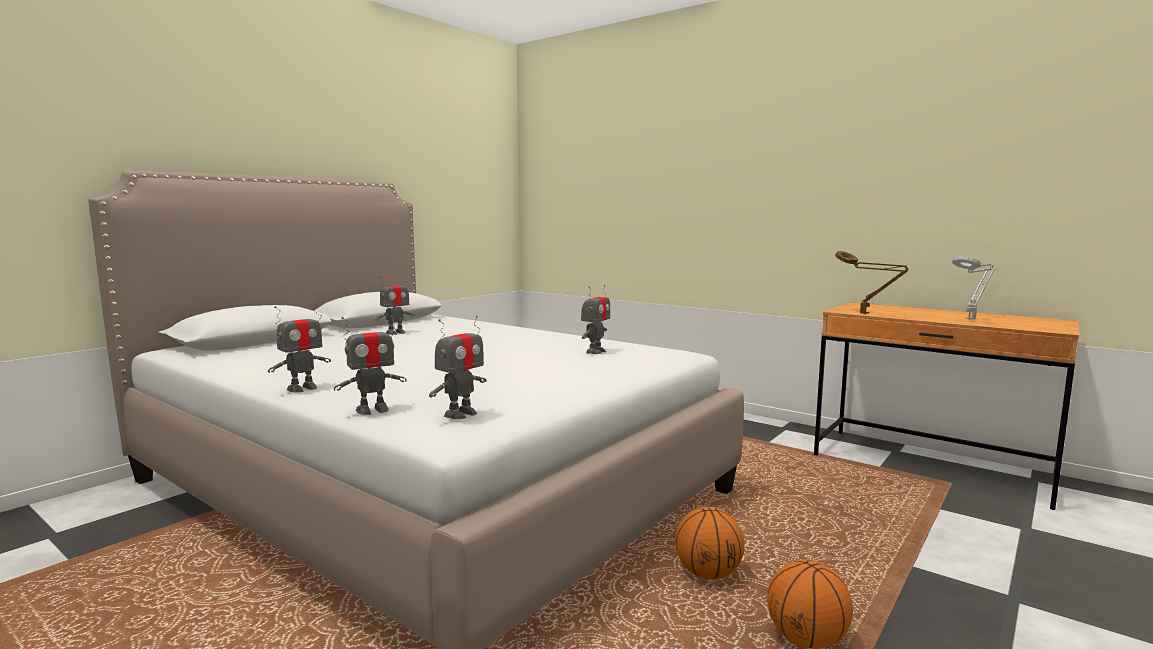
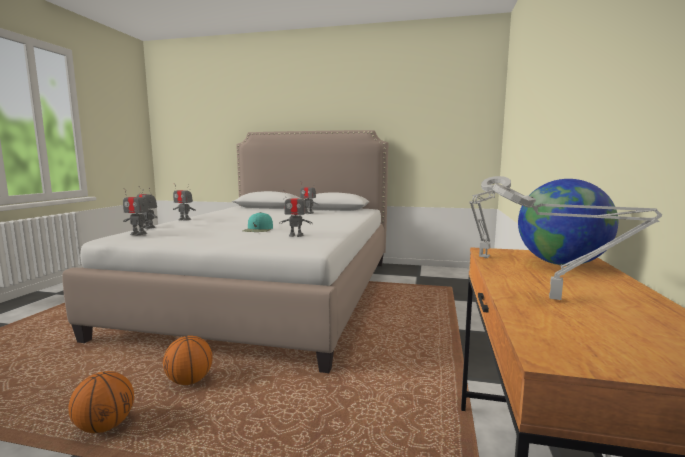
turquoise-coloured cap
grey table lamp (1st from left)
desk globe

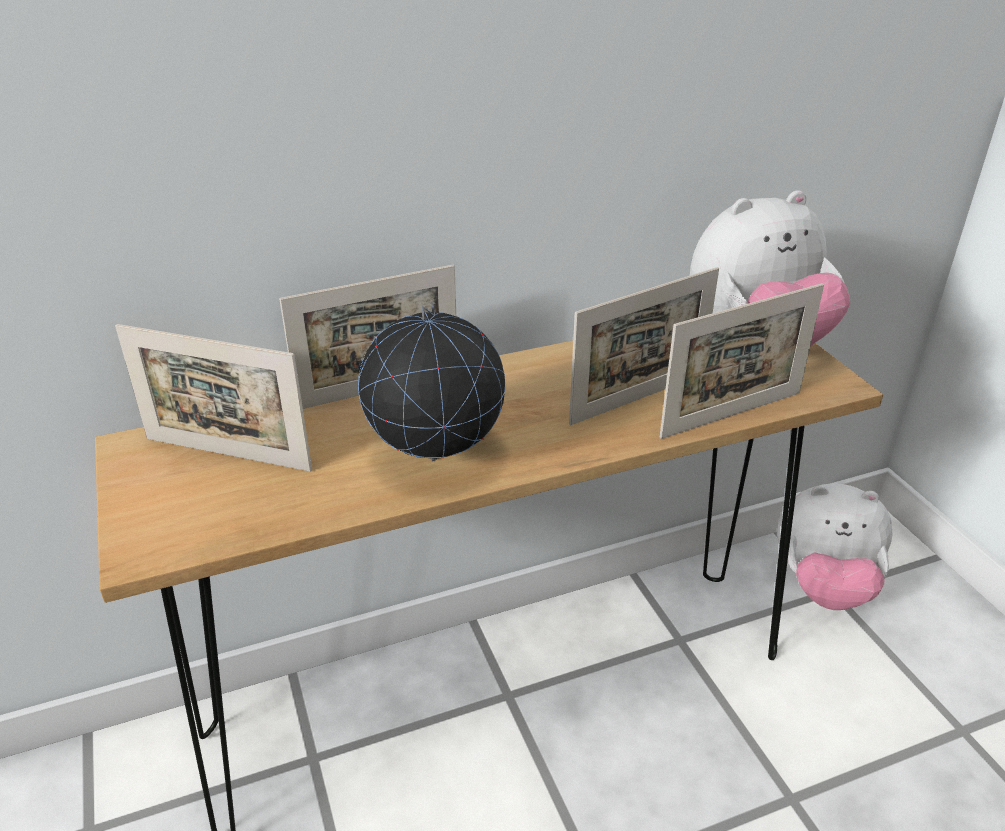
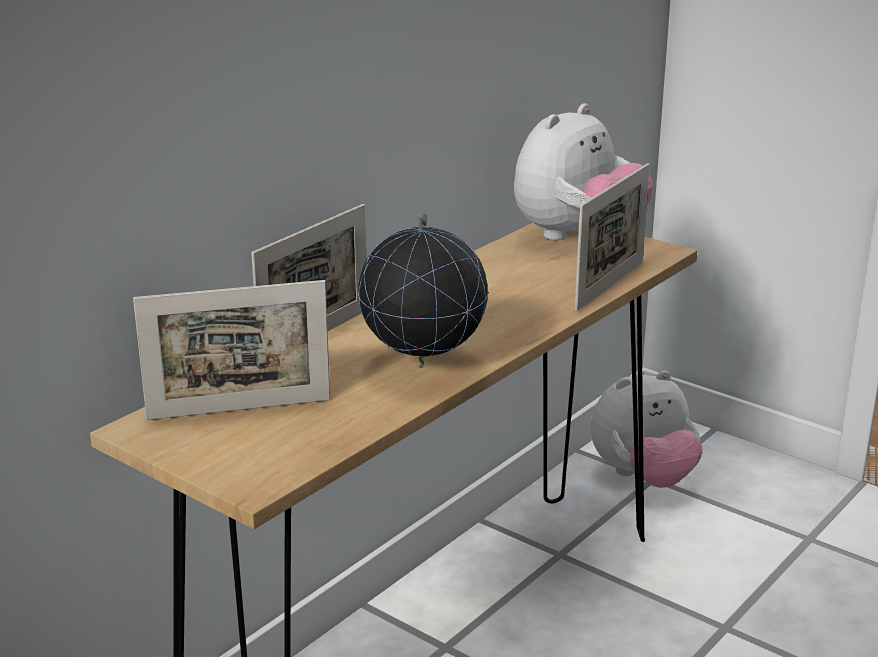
standing frame (3rd from left in the first image)

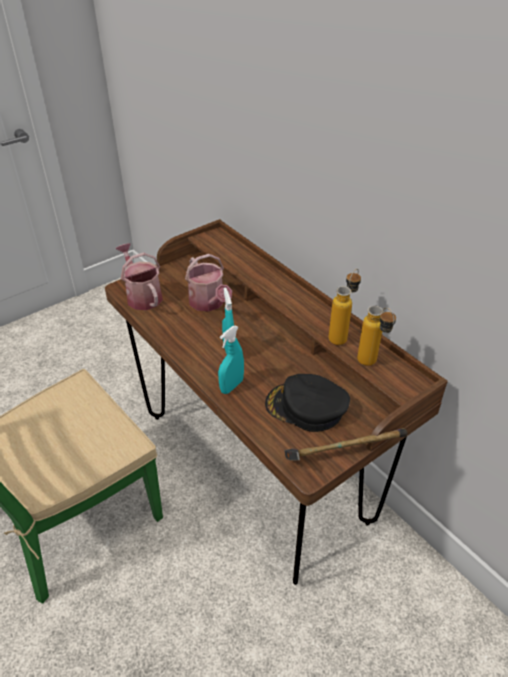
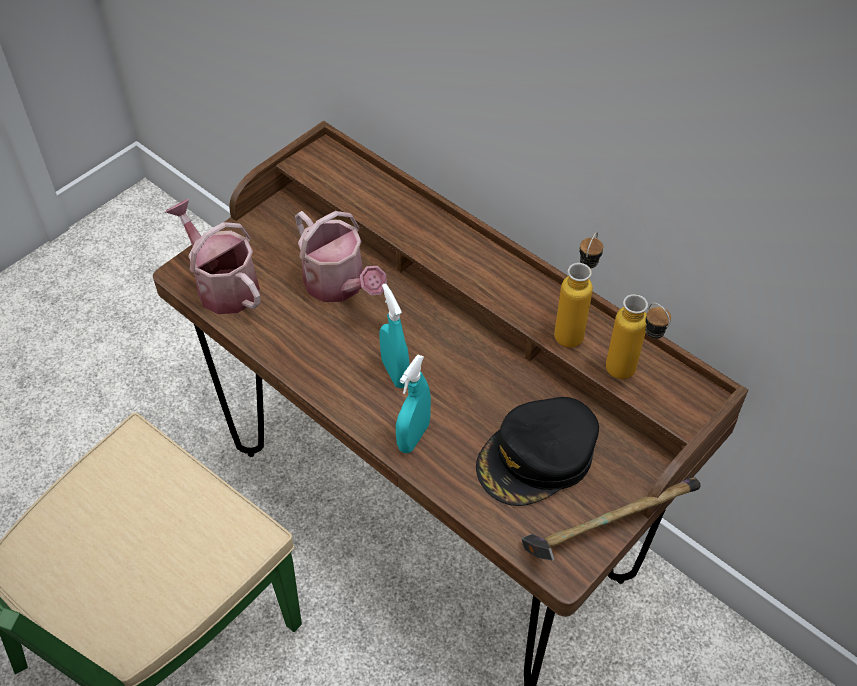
blackish cap

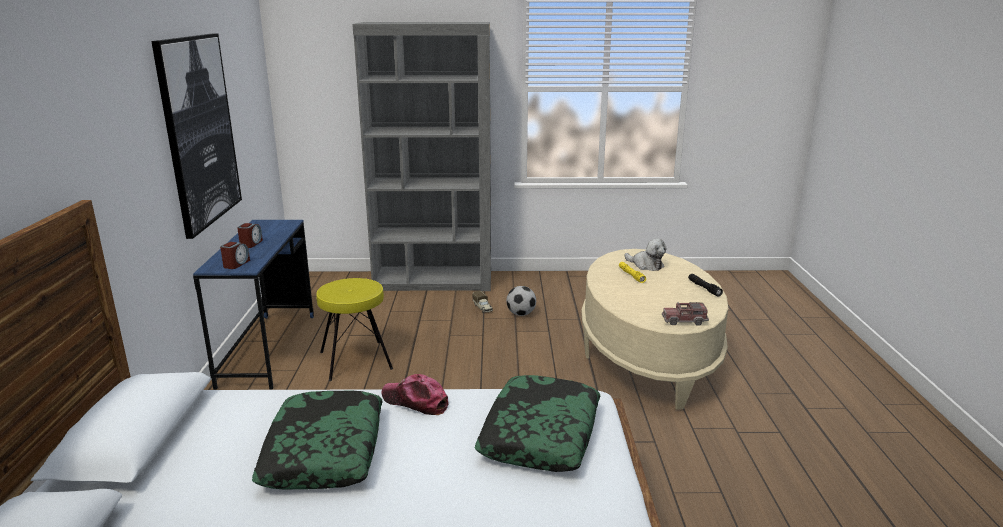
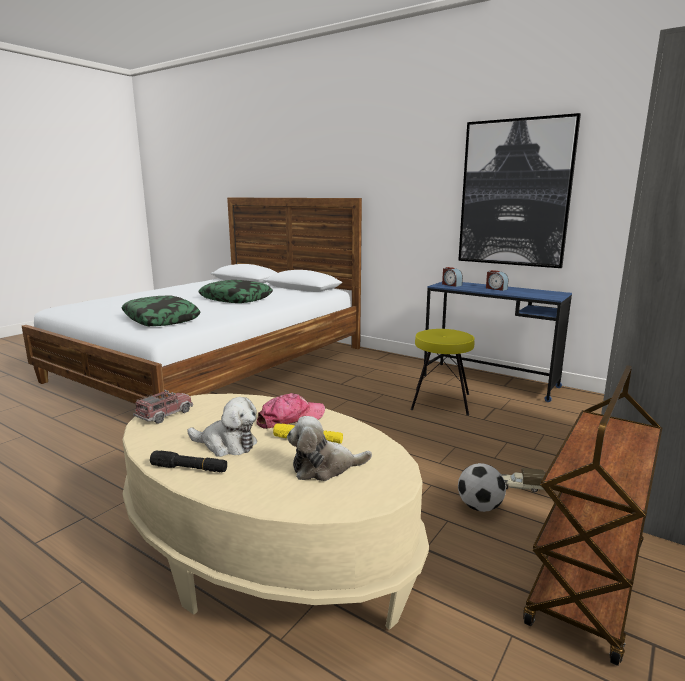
soft toy (1st from left)
cap
brownish wheeled cart

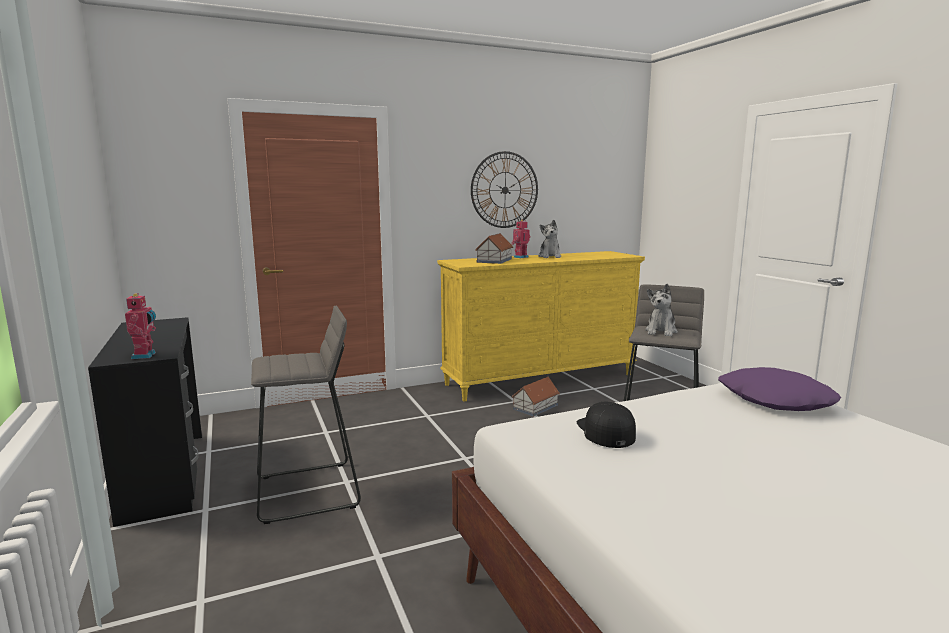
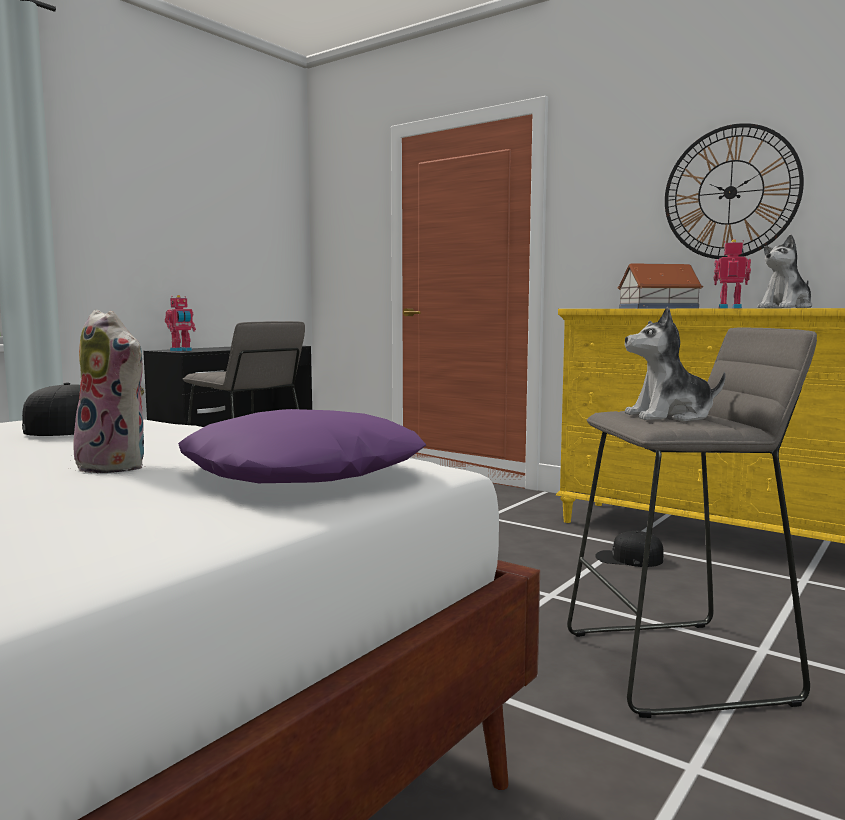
soft toy (1st from left)
blackish cap (2nd from left)

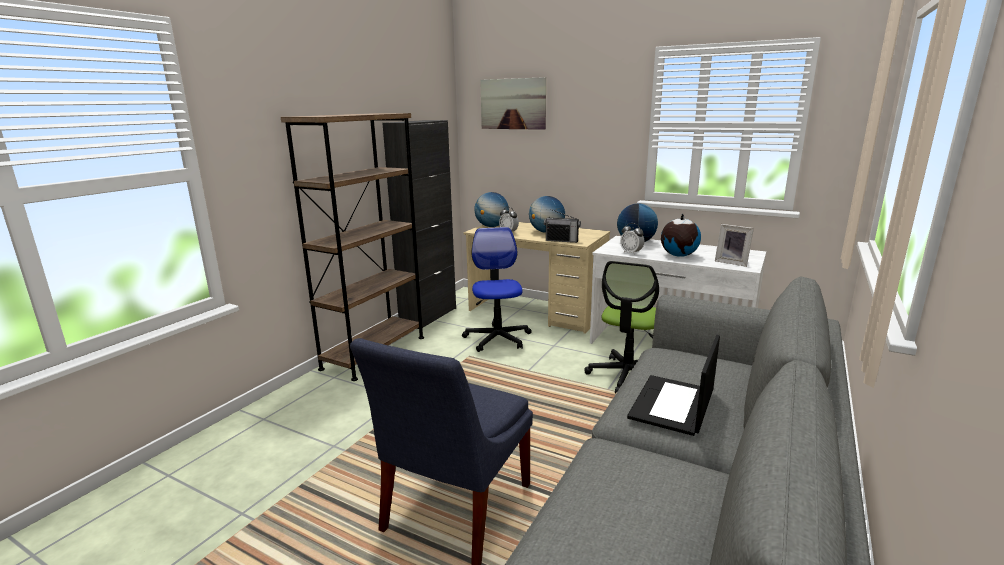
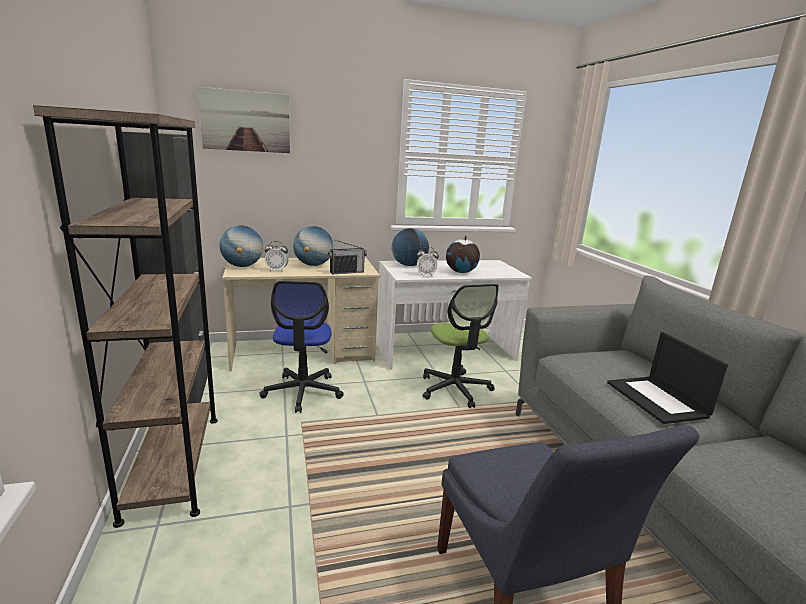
computer chair (1st from left)
standing frame

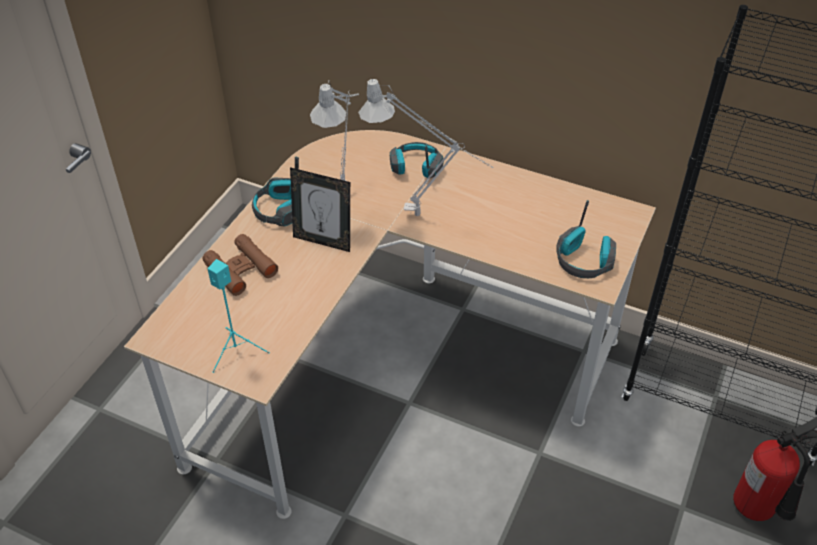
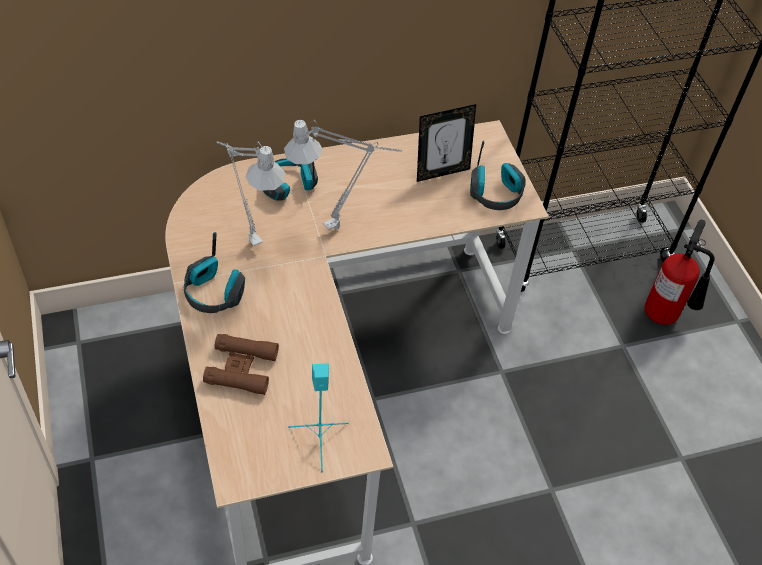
standing frame

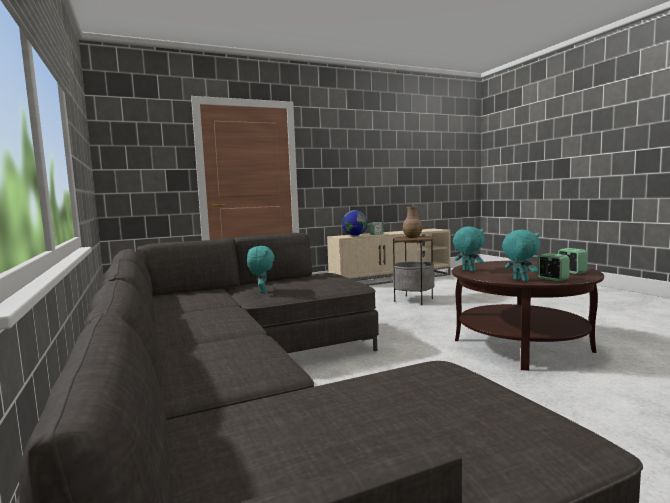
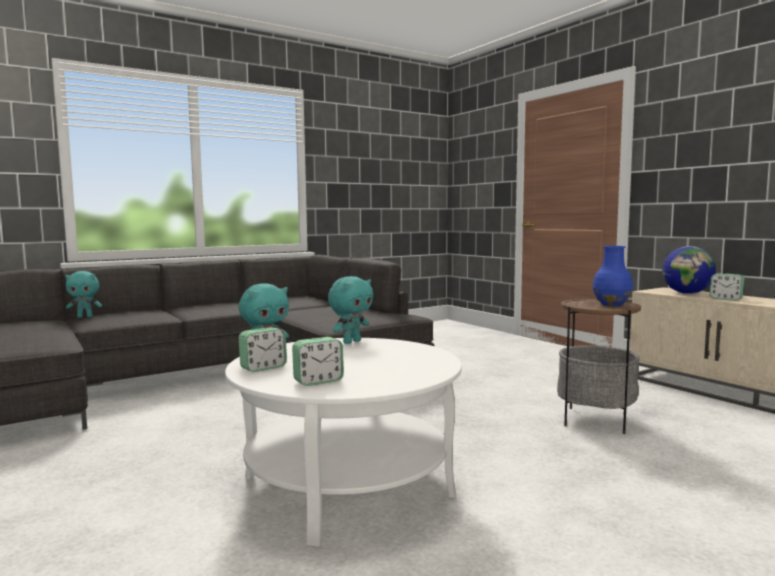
turquoise-coloured soft toy (1st from left)
white low table
blue-coloured vase

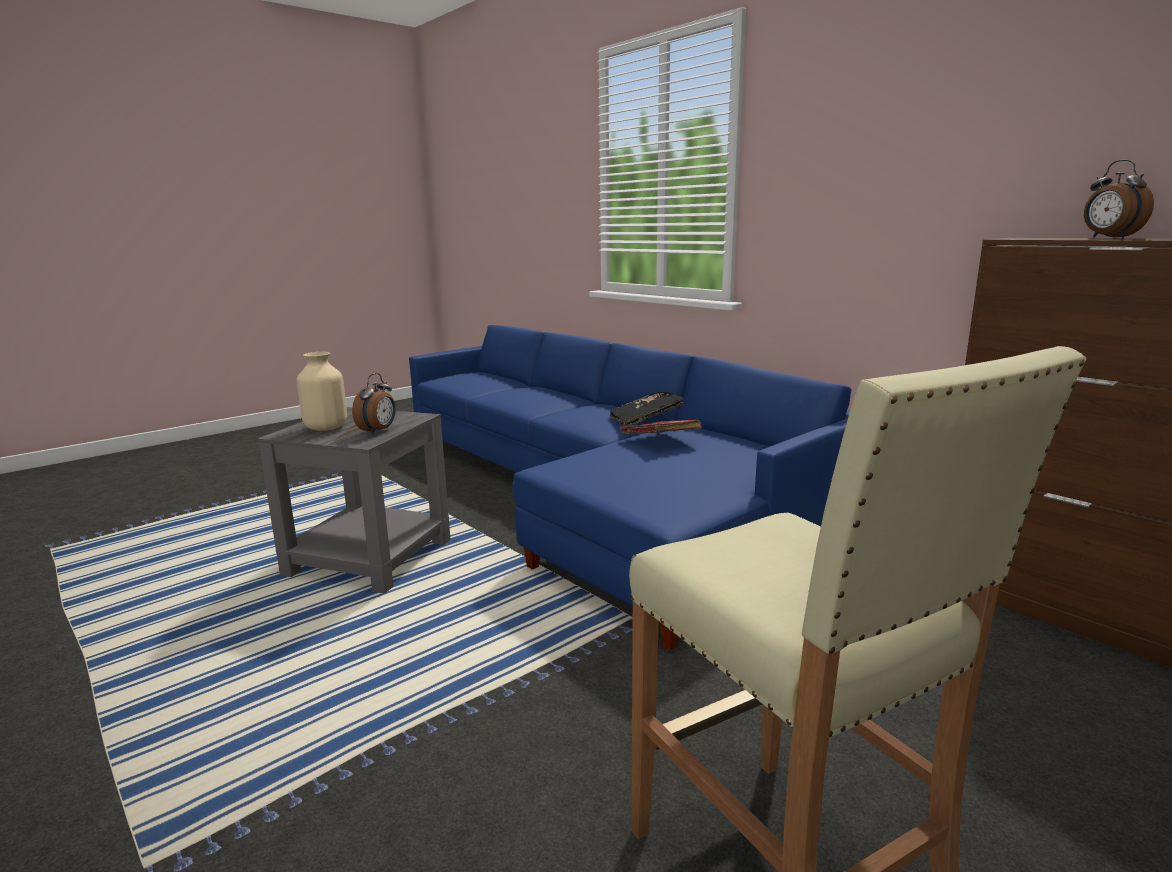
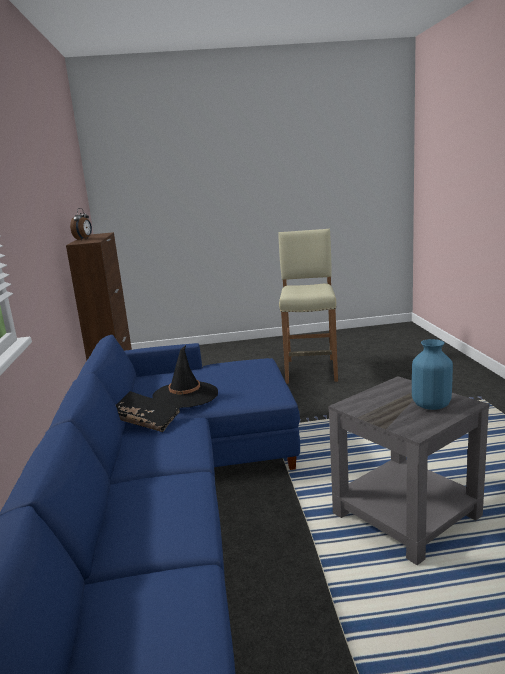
blackish hat
blue-coloured vase
alarm clock (1st from left in the first image)

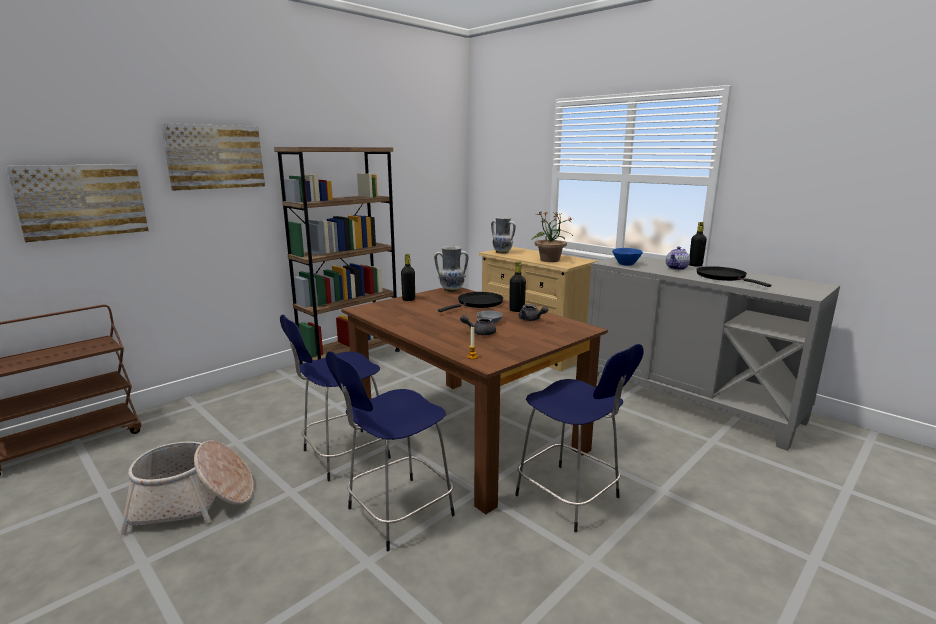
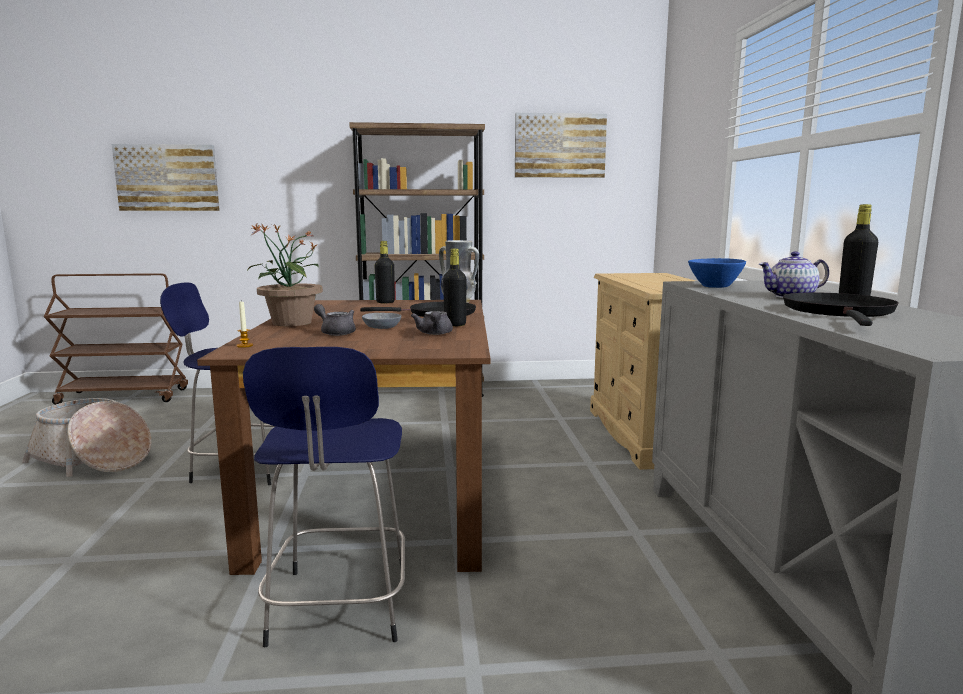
plant in a pot
wall art (2nd from left)
blue-coloured stool (2nd from left in the first image)
vase (2nd from left in the first image)

